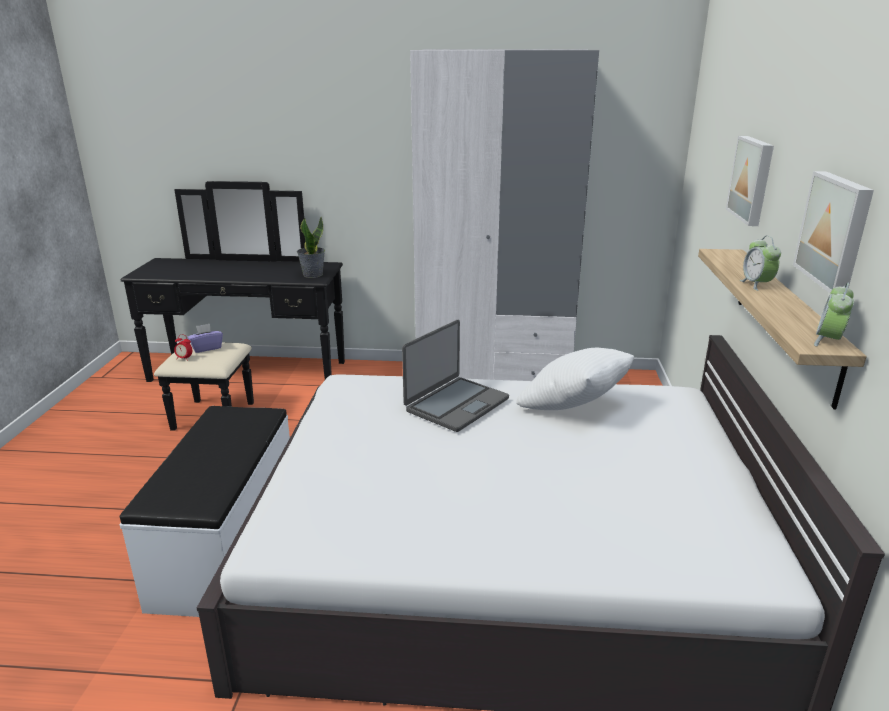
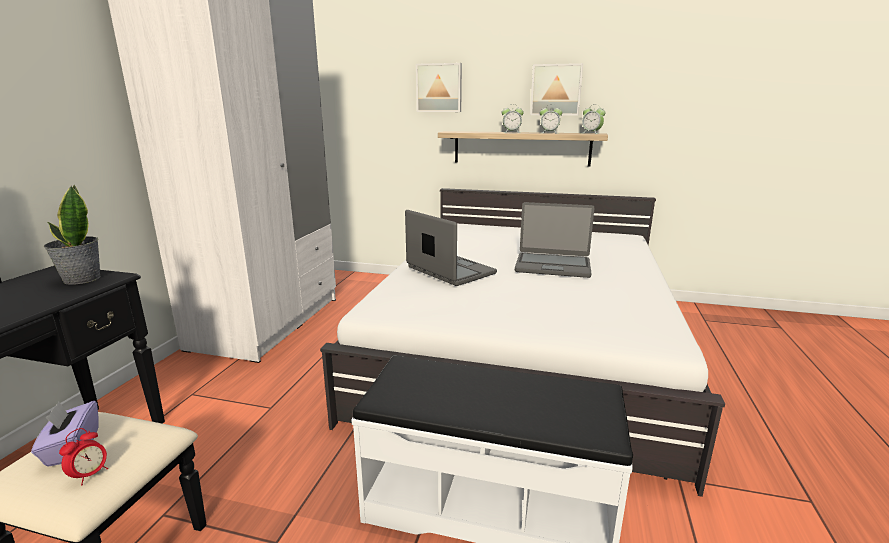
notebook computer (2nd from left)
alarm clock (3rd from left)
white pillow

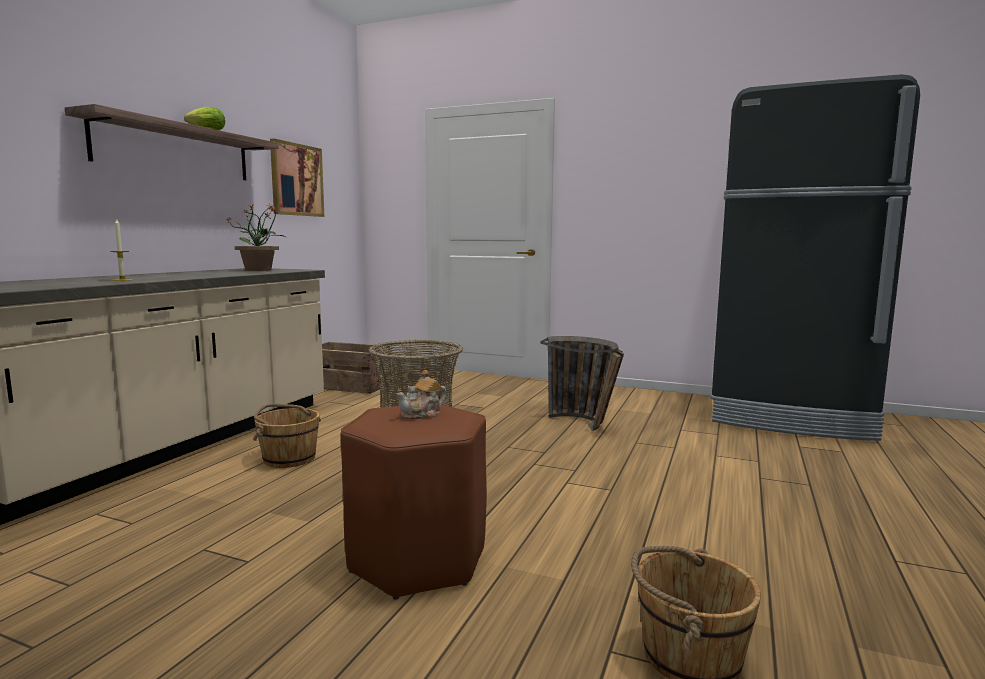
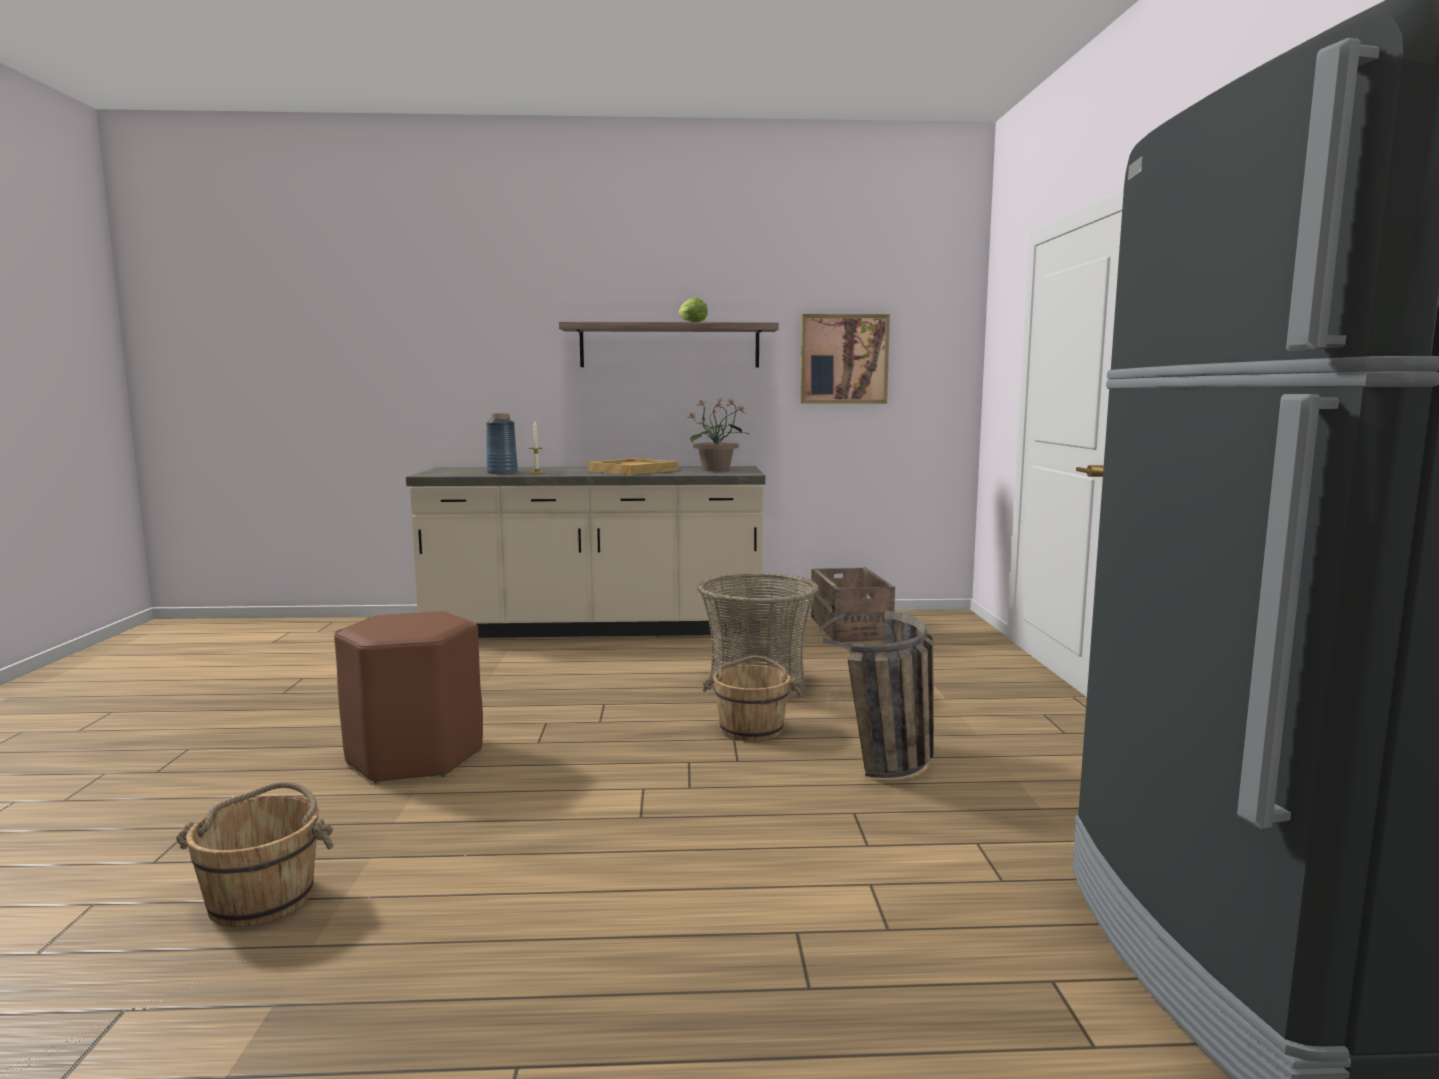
blue-coloured vase
beige tray
brownish bucket (2nd from left)
tea pot

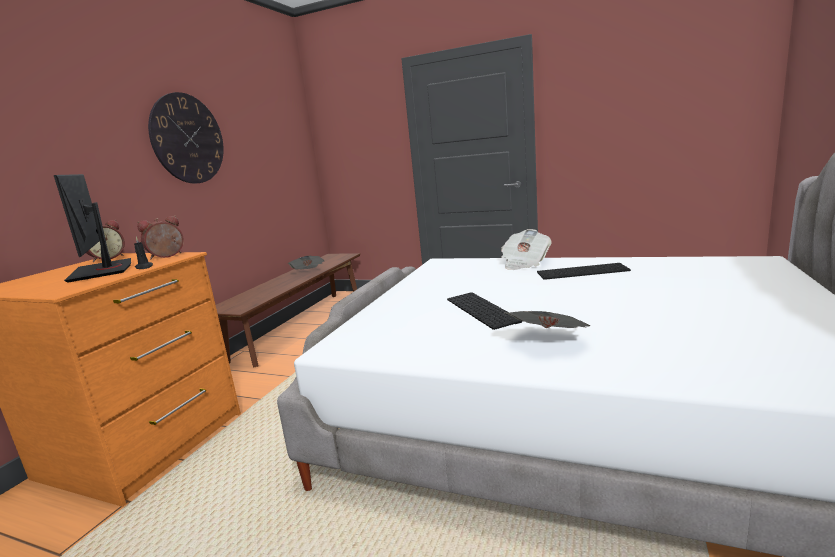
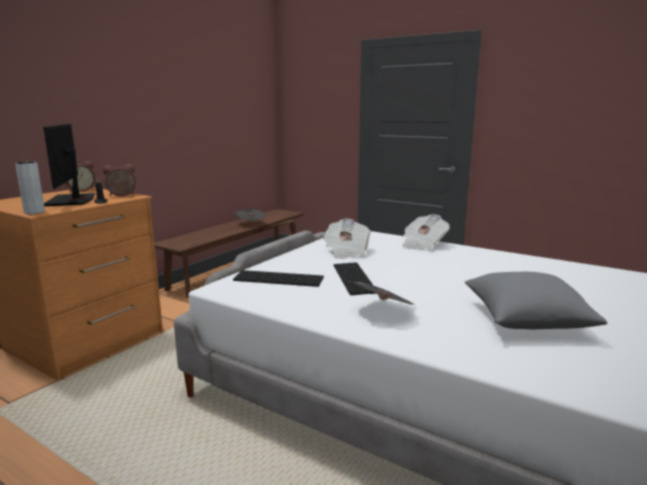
grey vase
keyboard (1st from left)
newspaper (2nd from left)
grey pillow
wall clock

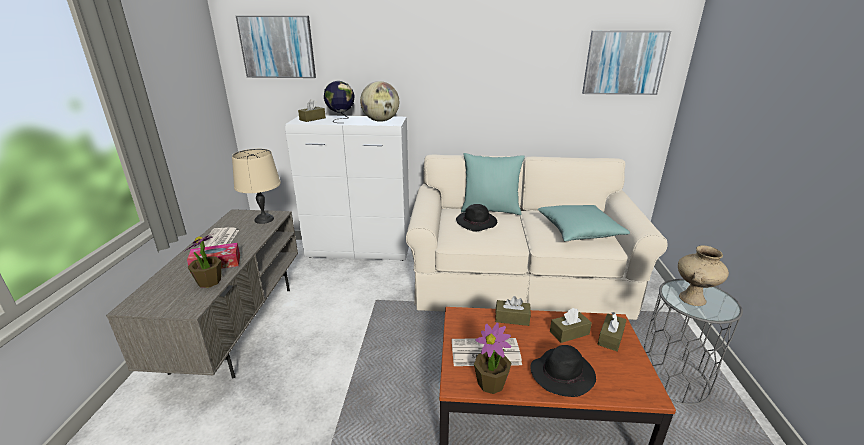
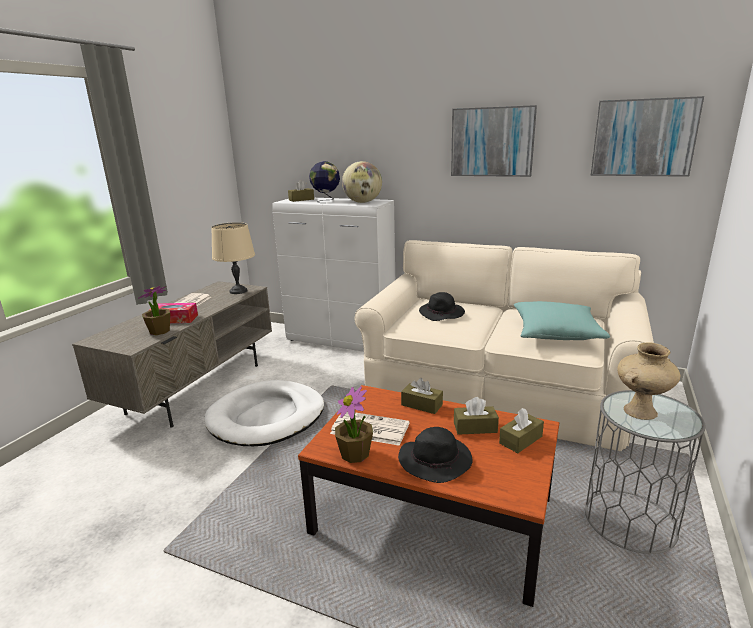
white dog bed
wall art (1st from left)
turquoise-coloured pillow (1st from left in the first image)

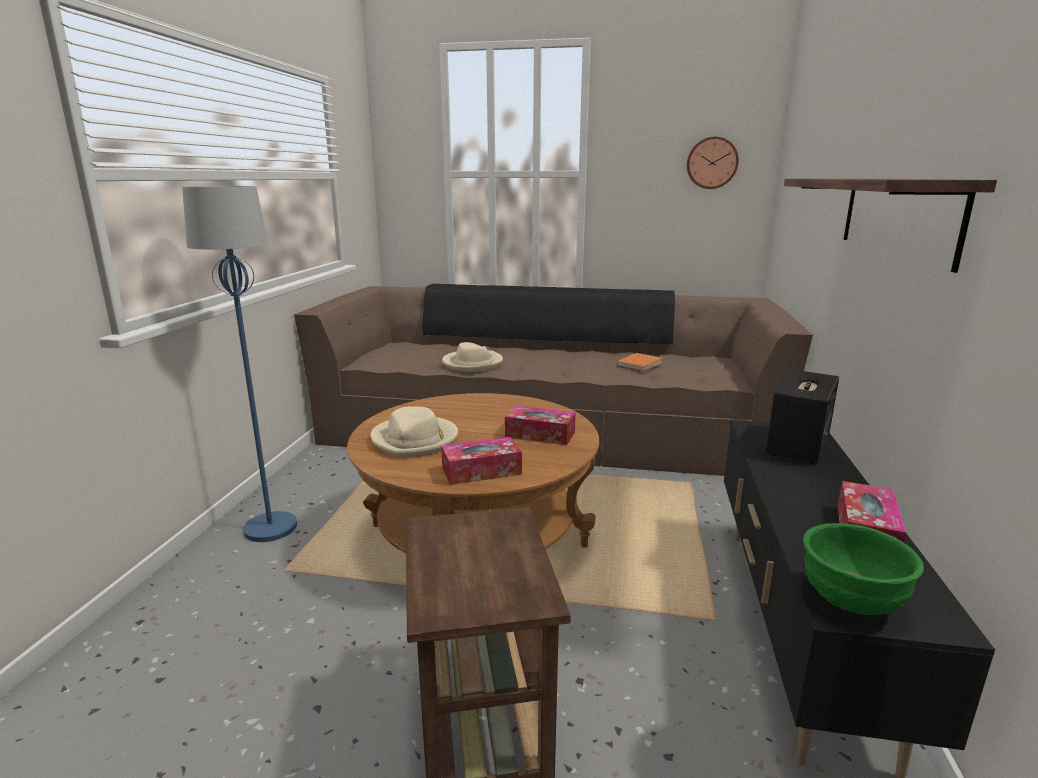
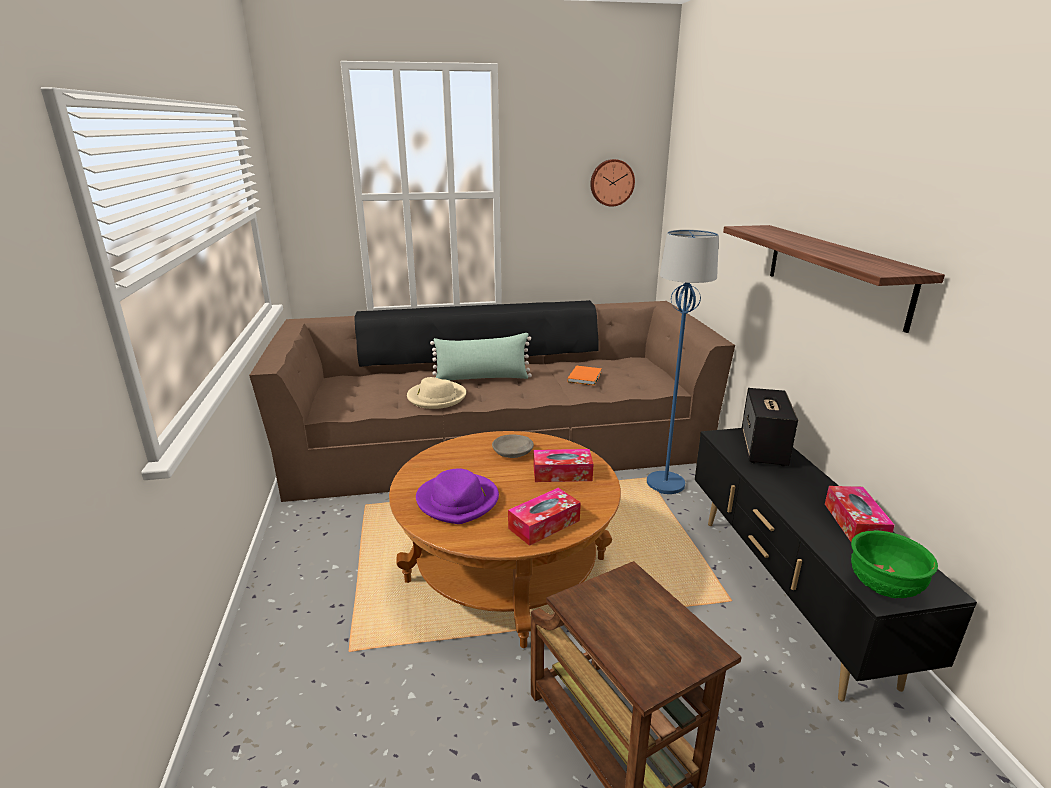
purple-coloured hat
green-coloured pillow
grey serving bowl
blue-coloured standard lamp

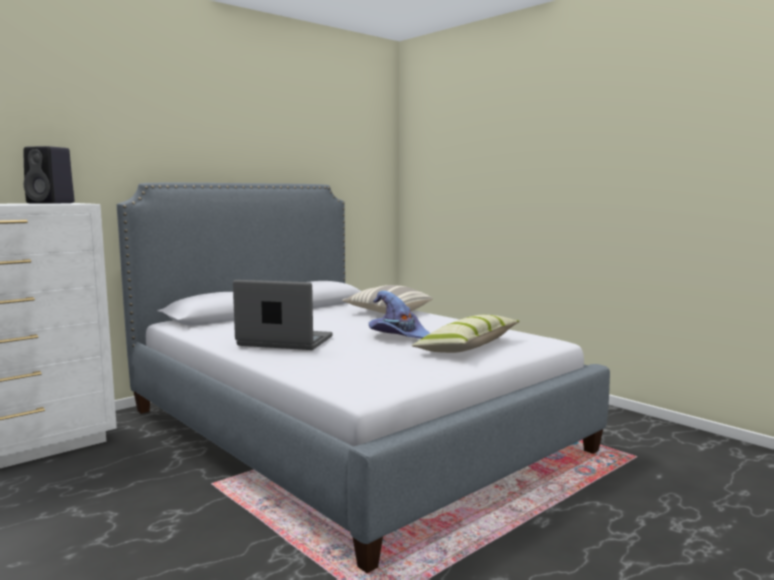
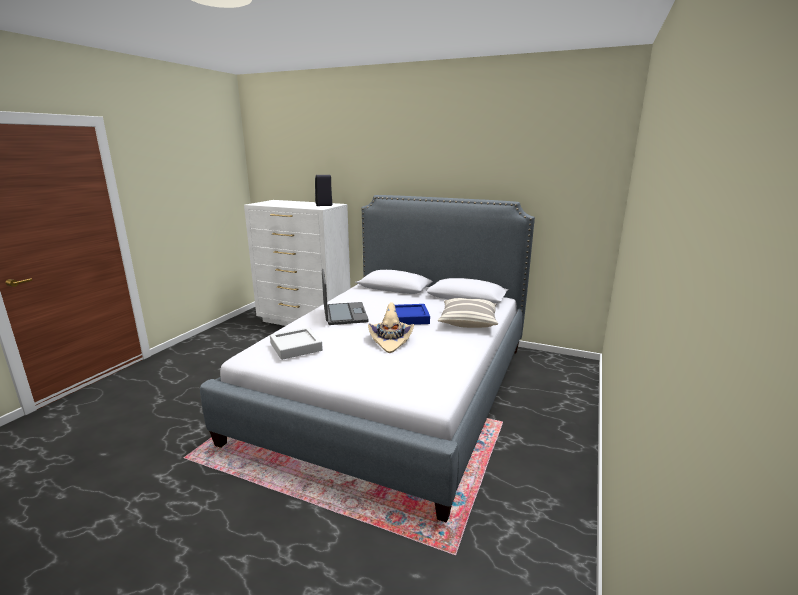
grey tray
beige hat
blue-coloured tray
pillow (2nd from left in the first image)

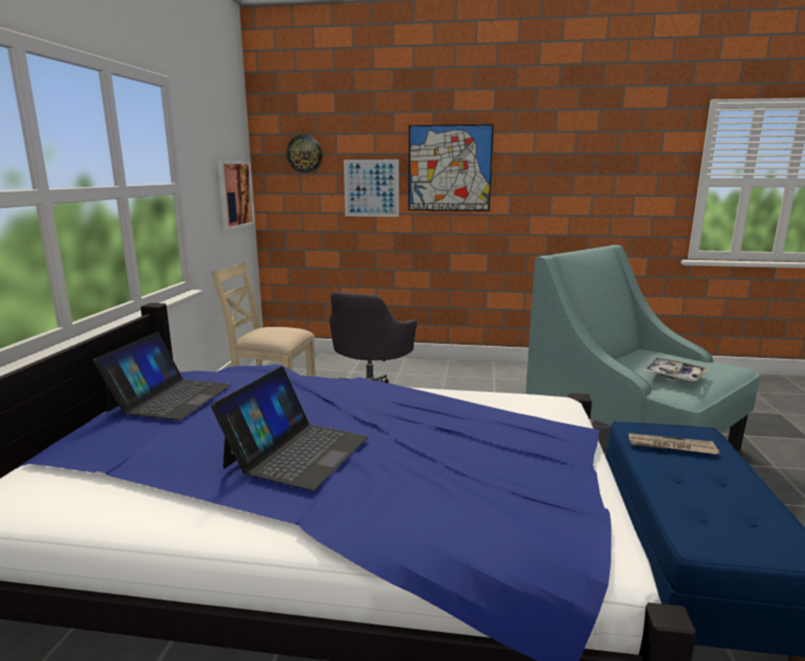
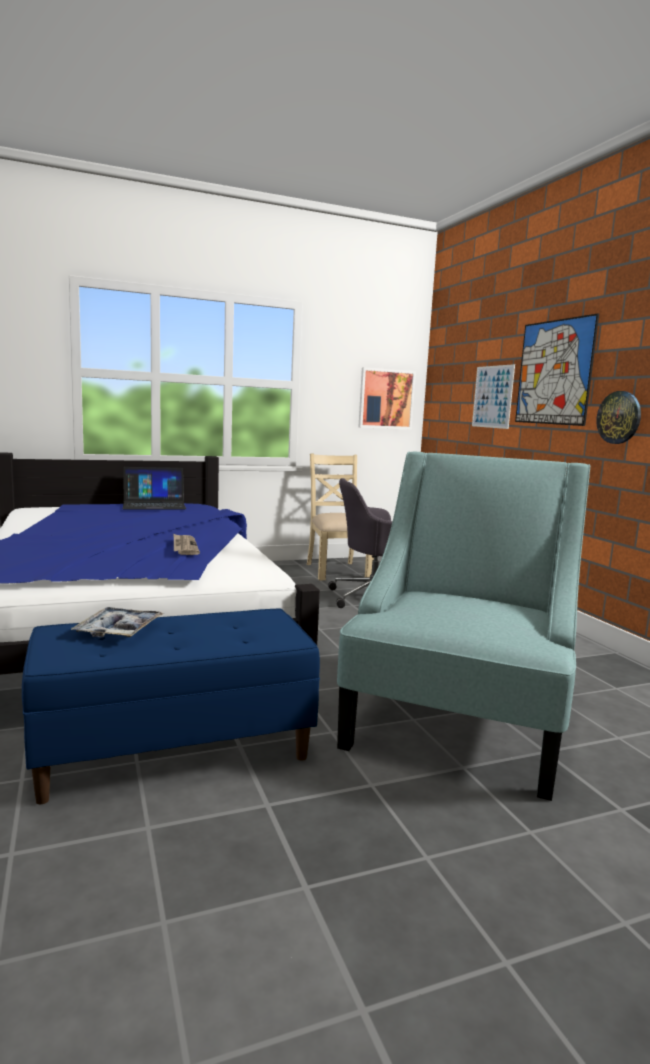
tray
newspaper
wall clock
notebook computer (2nd from left in the first image)

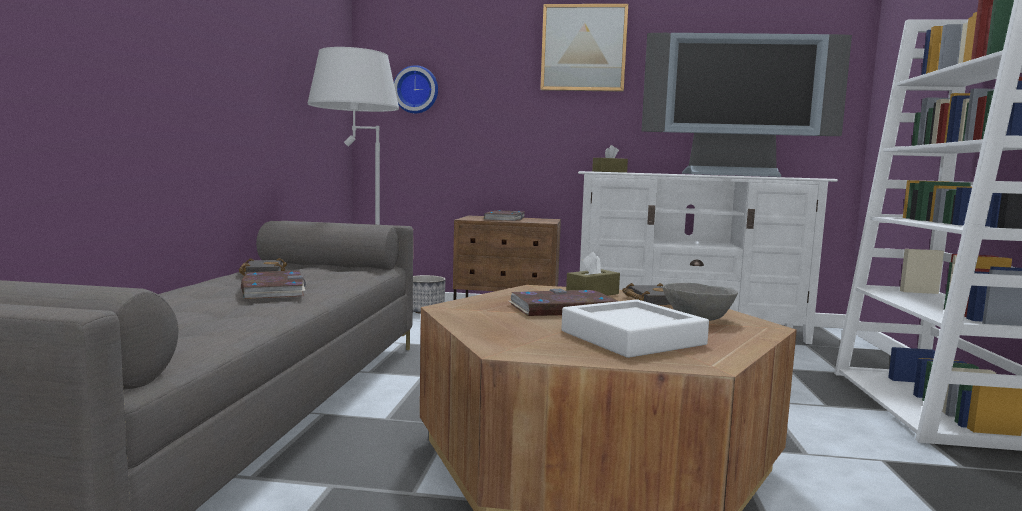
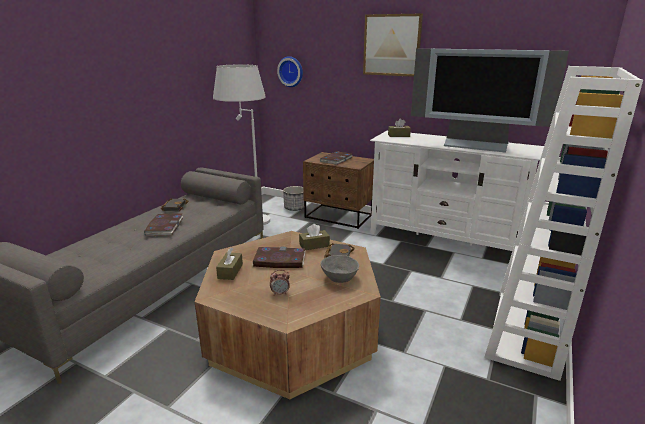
brownish tissue box (1st from left)
alarm clock

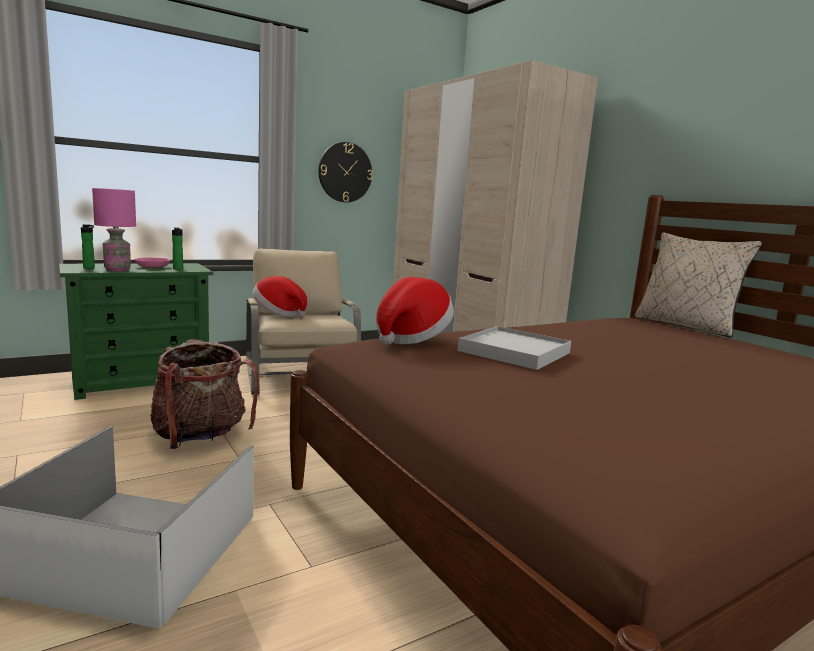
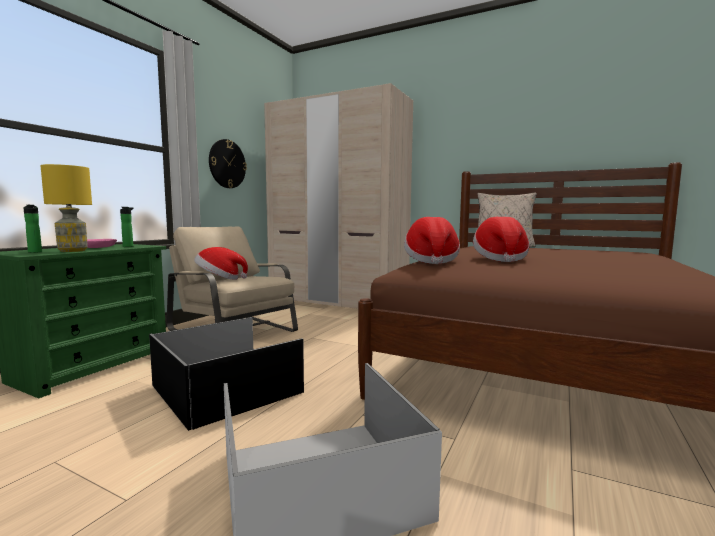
yellow-coloured table lamp
blackish storage box
hat (3rd from left)

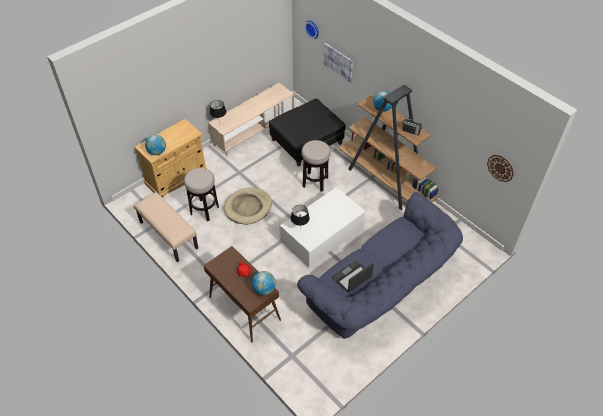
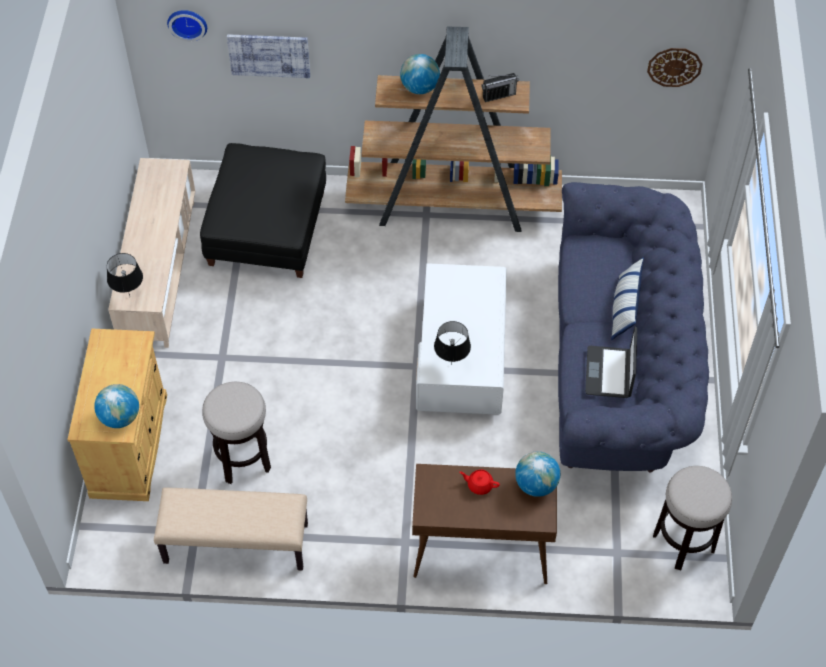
pillow
stool (2nd from left)
beige dog bed

